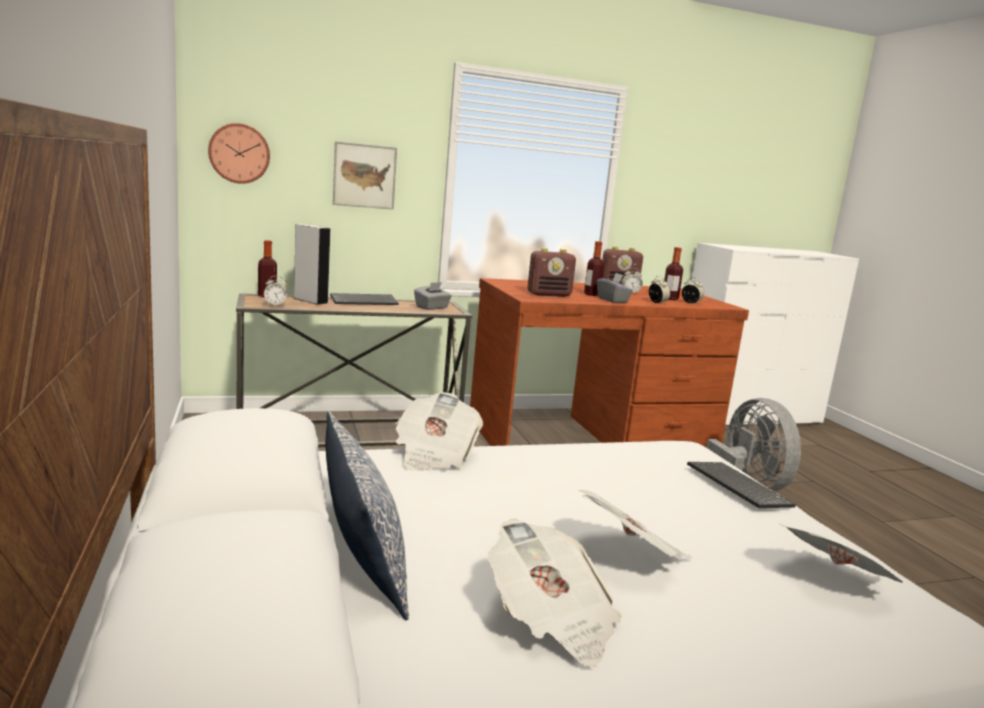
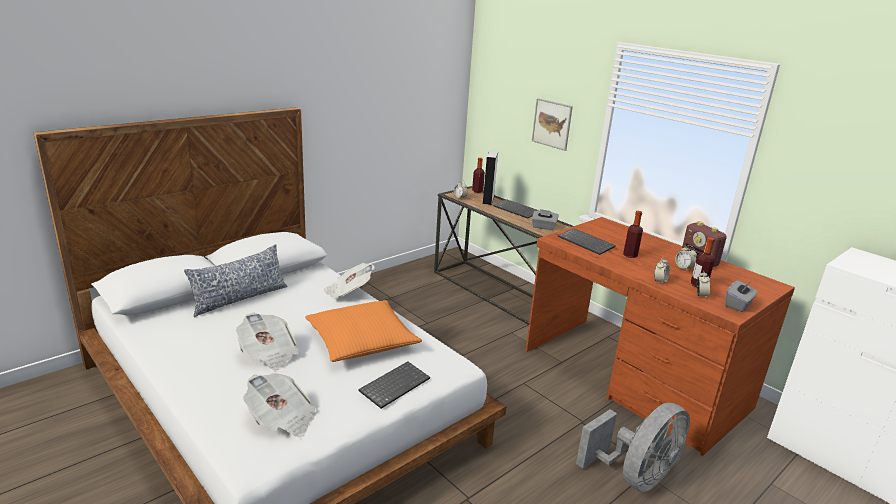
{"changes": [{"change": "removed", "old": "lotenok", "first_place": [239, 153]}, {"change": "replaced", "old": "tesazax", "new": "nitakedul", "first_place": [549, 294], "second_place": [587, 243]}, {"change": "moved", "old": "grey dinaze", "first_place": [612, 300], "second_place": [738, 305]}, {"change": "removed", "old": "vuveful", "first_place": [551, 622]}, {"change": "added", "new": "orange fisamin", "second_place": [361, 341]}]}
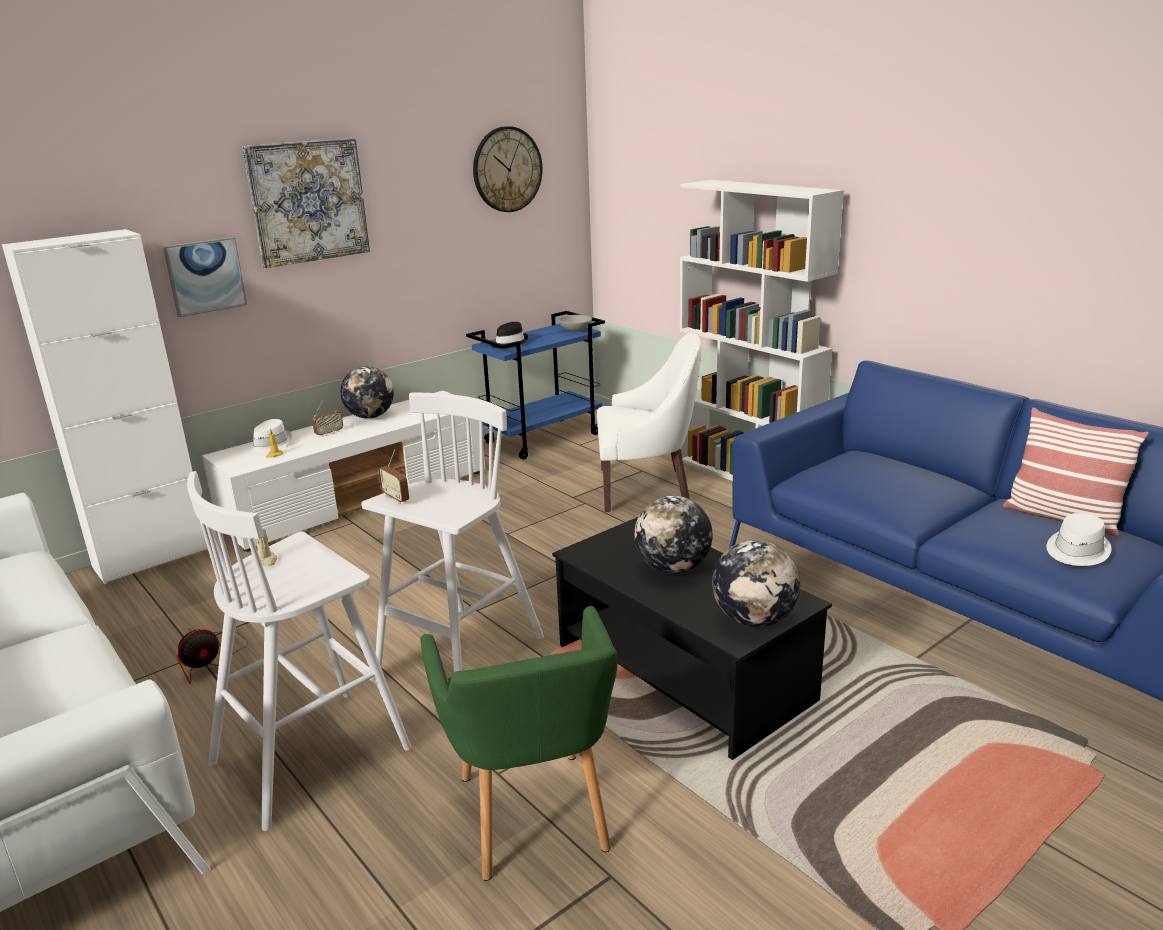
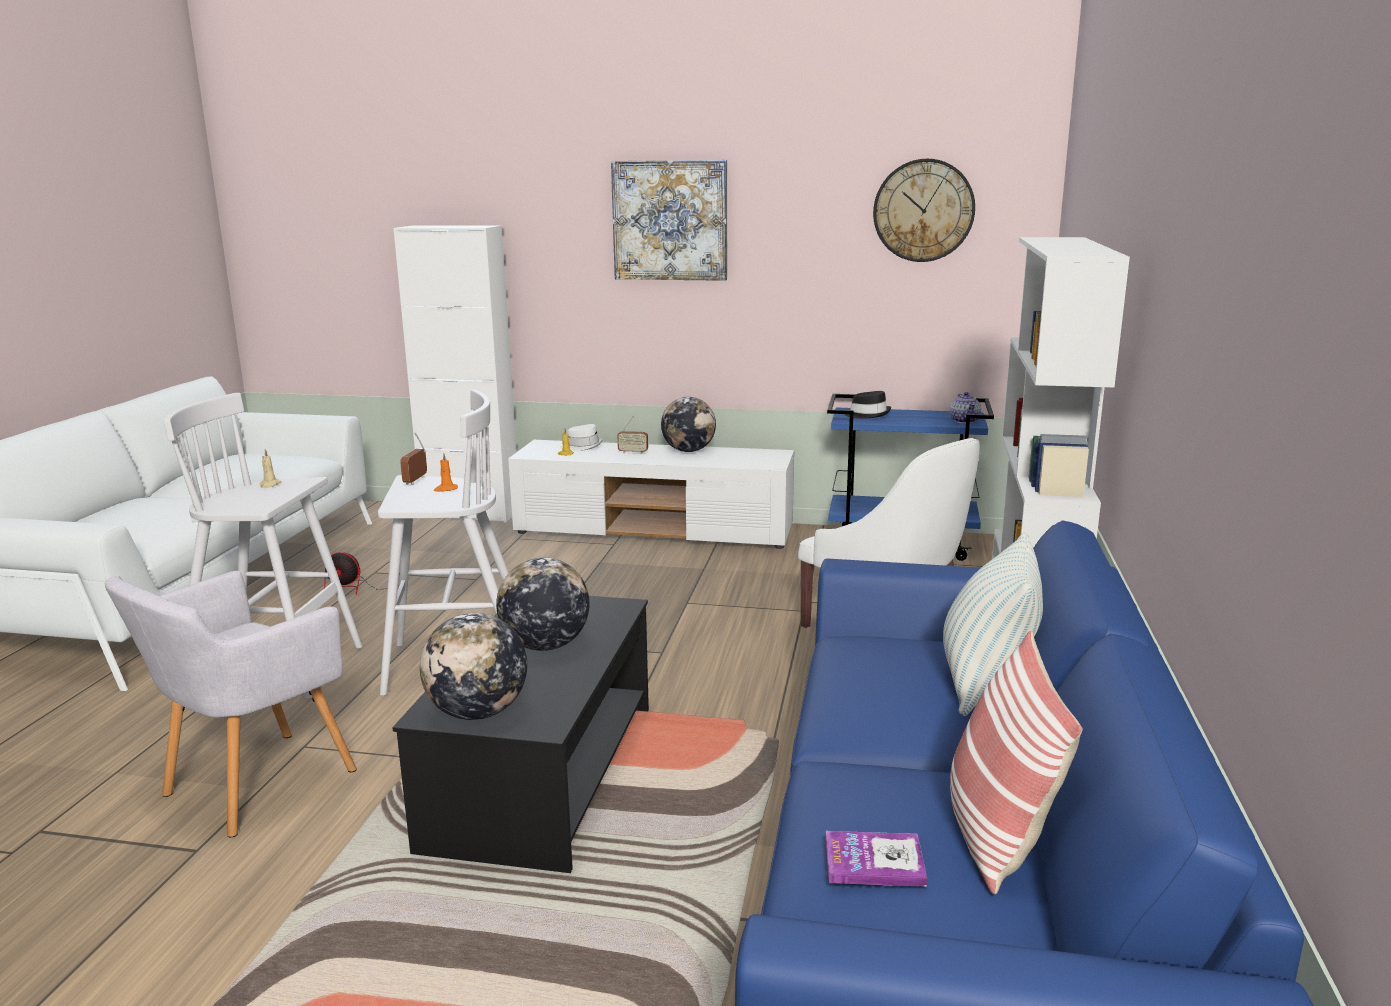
{"changes": [{"change": "removed", "old": "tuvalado", "first_place": [205, 276]}, {"change": "replaced", "old": "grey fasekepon", "new": "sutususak", "first_place": [575, 330], "second_place": [964, 421]}, {"change": "replaced", "old": "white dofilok", "new": "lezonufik", "first_place": [1076, 551], "second_place": [874, 861]}, {"change": "recoloured", "old": "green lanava", "new": "grey lanava", "first_place": [533, 819], "second_place": [251, 785]}, {"change": "added", "new": "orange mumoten", "second_place": [445, 489]}, {"change": "added", "new": "fisamin", "second_place": [986, 683]}]}
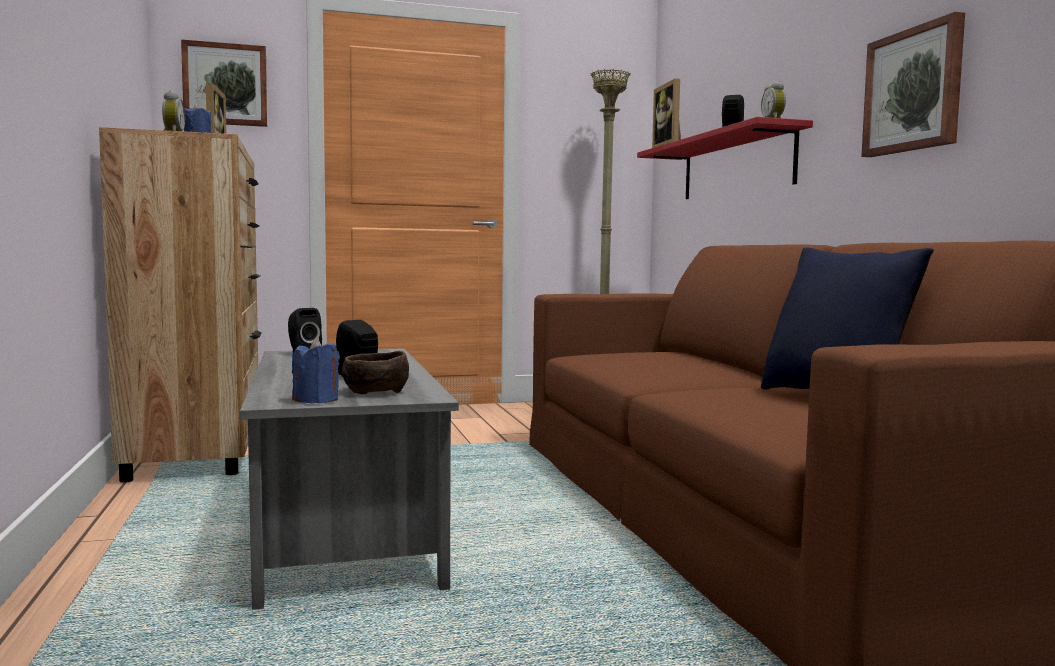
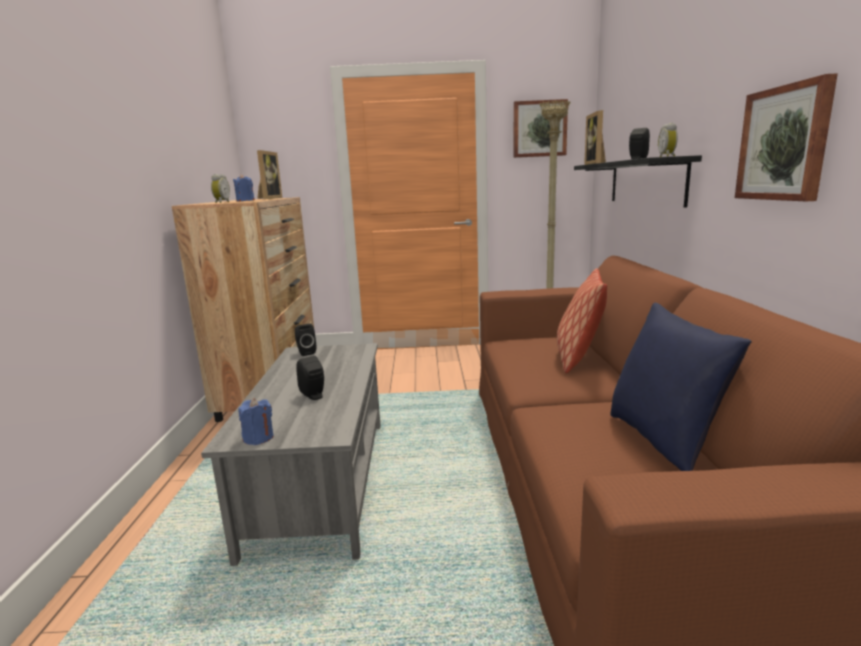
{"changes": [{"change": "moved", "old": "tuvalado", "first_place": [225, 84], "second_place": [539, 129]}, {"change": "recoloured", "old": "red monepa", "new": "black monepa", "first_place": [736, 166], "second_place": [645, 182]}, {"change": "removed", "old": "brown fasekepon", "first_place": [374, 392]}, {"change": "added", "new": "fisamin", "second_place": [578, 358]}]}
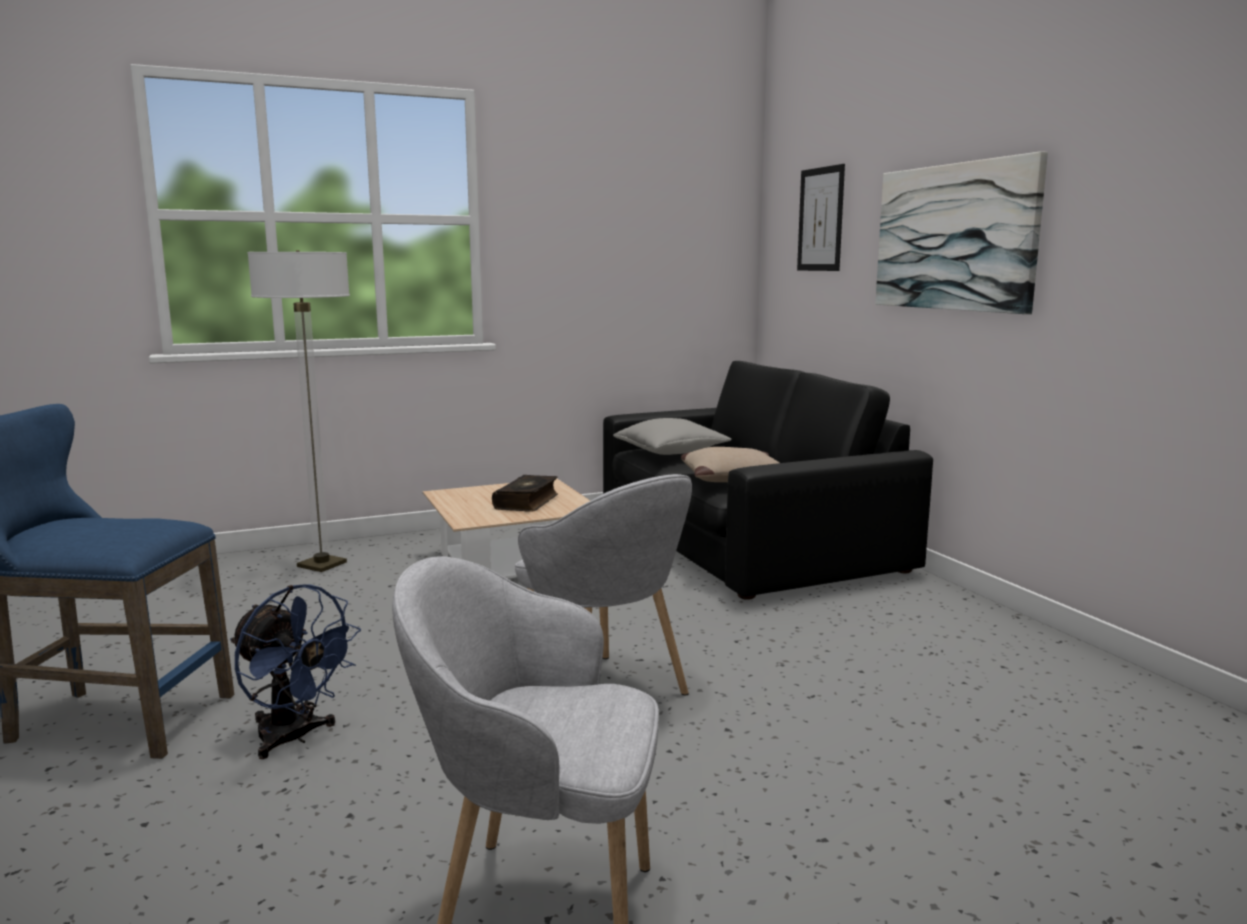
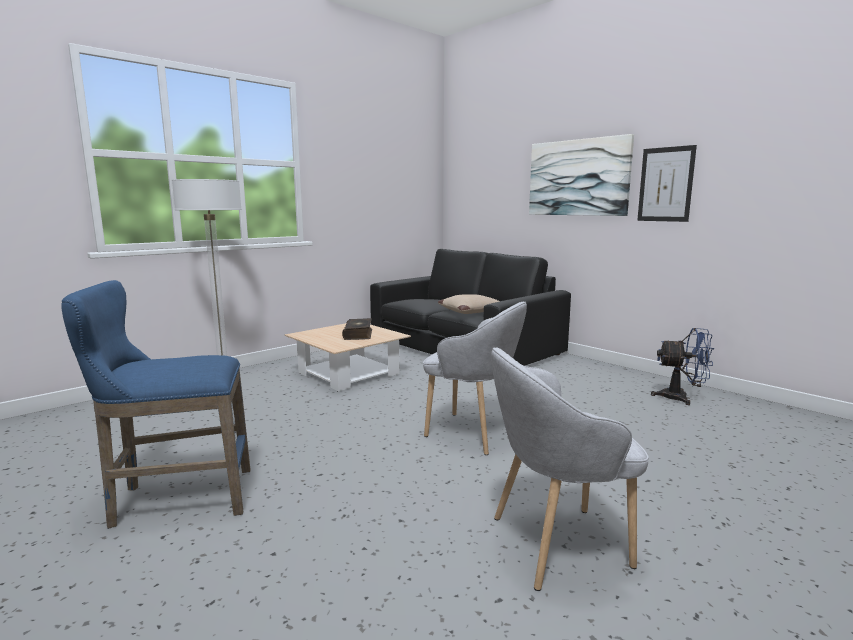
{"changes": [{"change": "moved", "old": "tuvalado", "first_place": [820, 219], "second_place": [665, 184]}, {"change": "removed", "old": "grey fisamin", "first_place": [671, 452]}, {"change": "moved", "old": "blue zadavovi", "first_place": [294, 738], "second_place": [681, 398]}]}
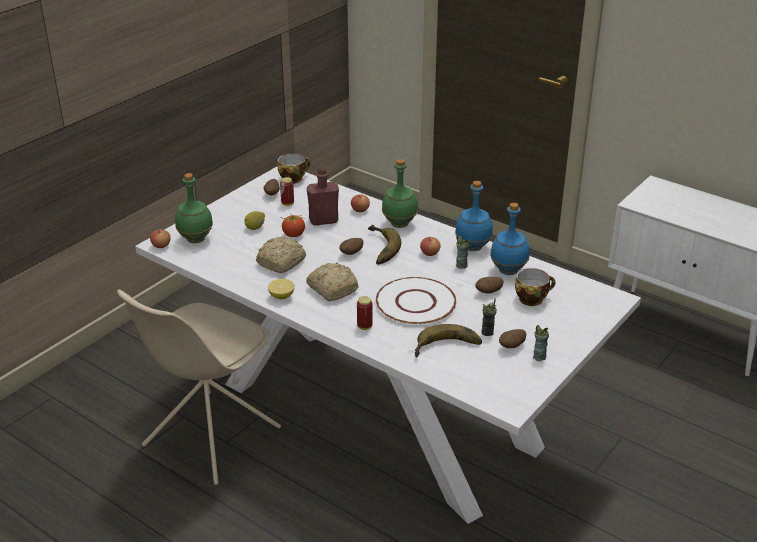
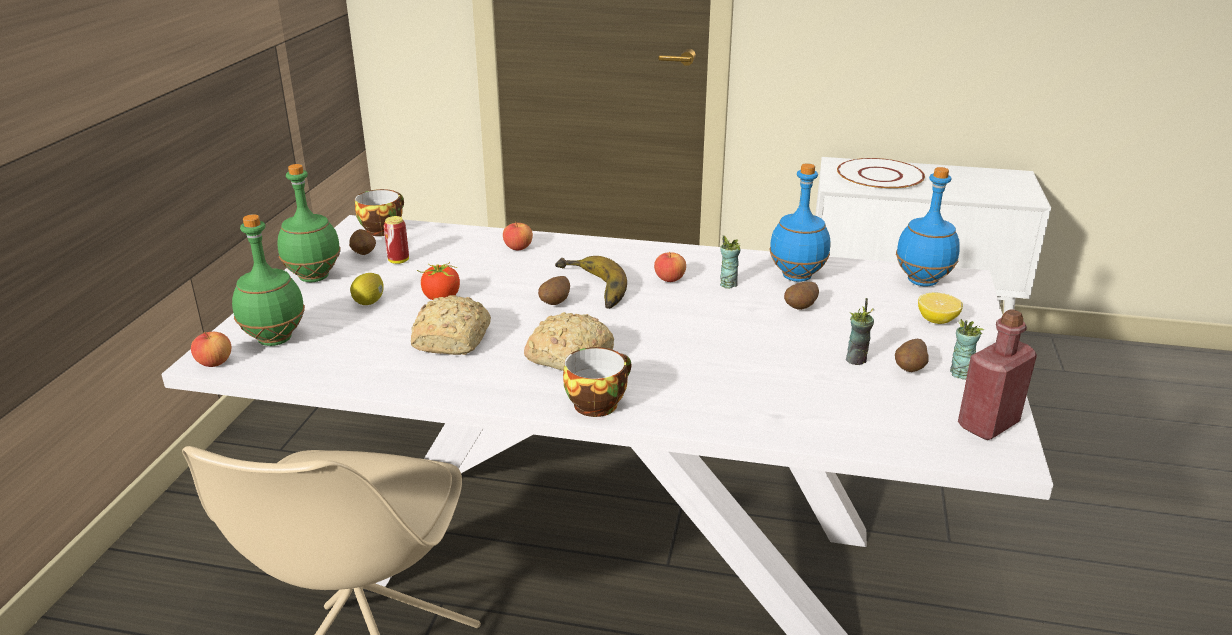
{"changes": [{"change": "moved", "old": "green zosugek", "first_place": [400, 224], "second_place": [315, 277]}, {"change": "moved", "old": "red zosugek", "first_place": [323, 220], "second_place": [988, 424]}, {"change": "moved", "old": "blue zosugek", "first_place": [472, 247], "second_place": [922, 282]}, {"change": "moved", "old": "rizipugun", "first_place": [532, 298], "second_place": [597, 402]}, {"change": "moved", "old": "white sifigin", "first_place": [415, 303], "second_place": [879, 176]}, {"change": "moved", "old": "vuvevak", "first_place": [281, 296], "second_place": [937, 320]}, {"change": "removed", "old": "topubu", "first_place": [364, 326]}, {"change": "removed", "old": "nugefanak", "first_place": [448, 349]}]}
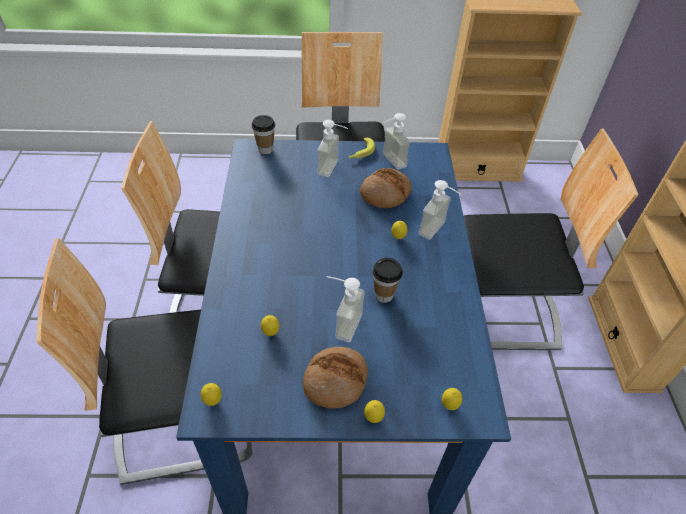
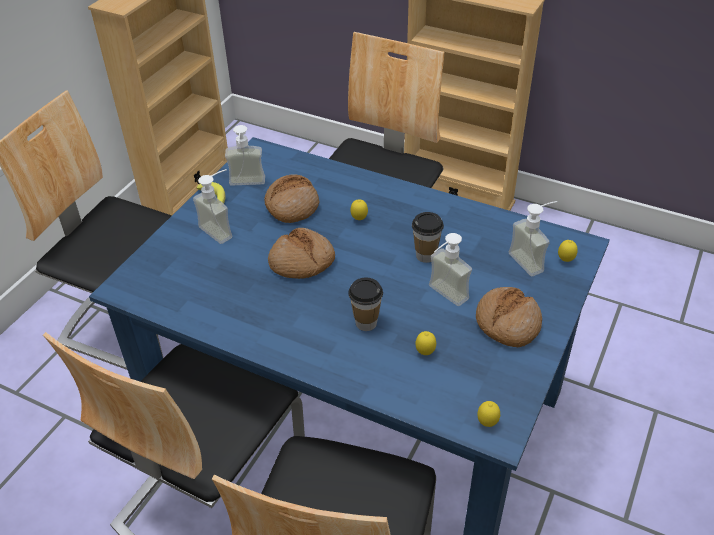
{"changes": [{"change": "moved", "old": "rizipugun", "first_place": [265, 149], "second_place": [366, 323]}, {"change": "moved", "old": "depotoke", "first_place": [438, 231], "second_place": [532, 260]}, {"change": "removed", "old": "vuvevak", "first_place": [373, 418]}, {"change": "added", "new": "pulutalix", "second_place": [302, 262]}]}
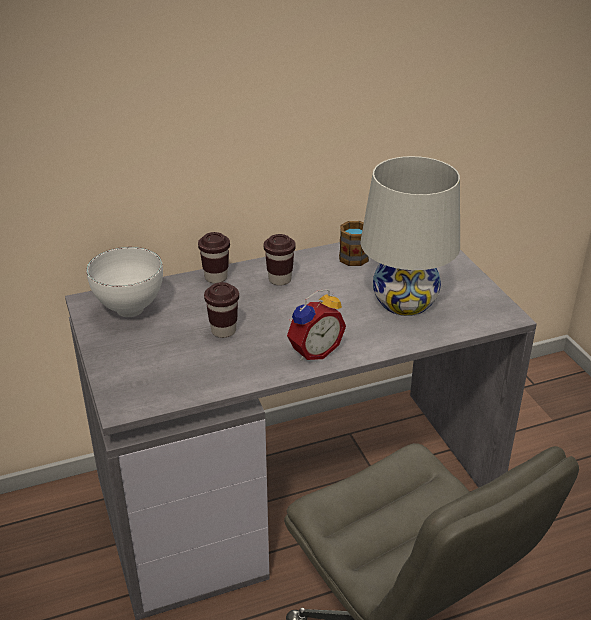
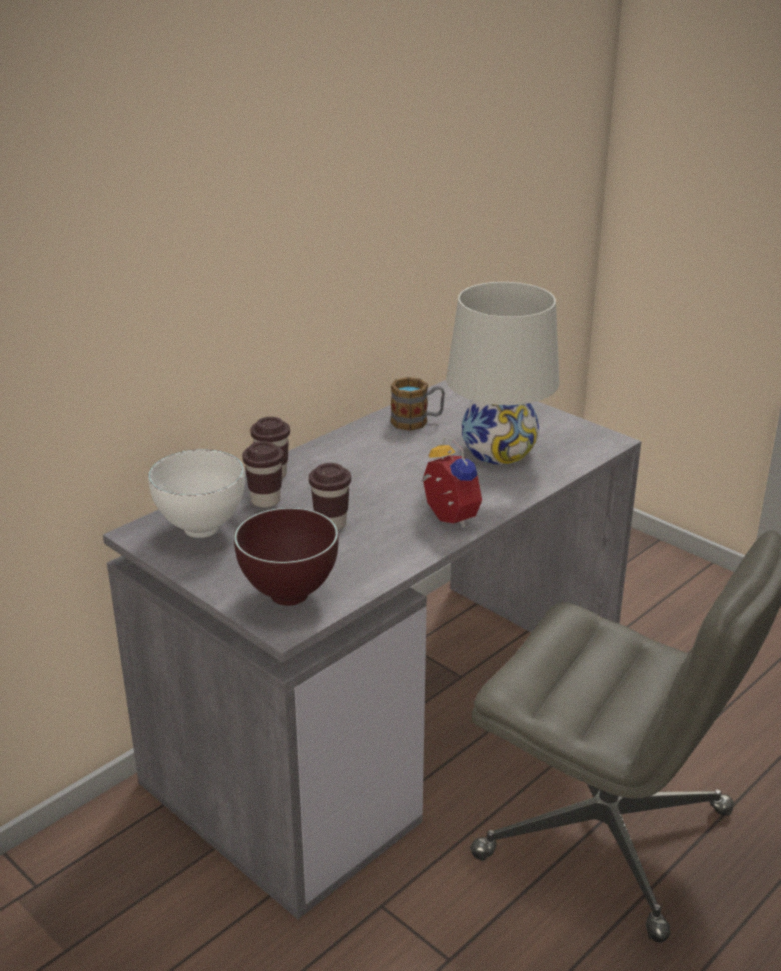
{"changes": [{"change": "moved", "old": "brown rizipugun", "first_place": [280, 280], "second_place": [265, 500]}, {"change": "turned", "old": "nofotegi", "first_place": [313, 351], "second_place": [446, 519], "degrees": -60}, {"change": "added", "new": "brown fasekepon", "second_place": [288, 598]}]}
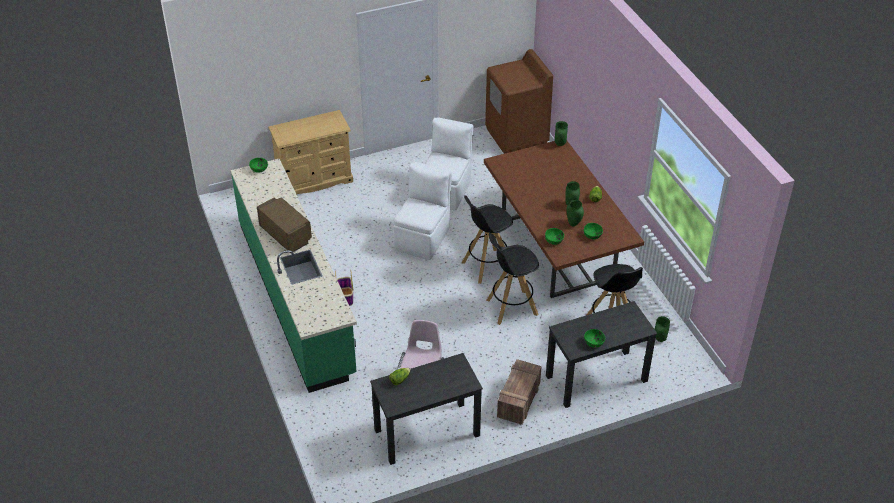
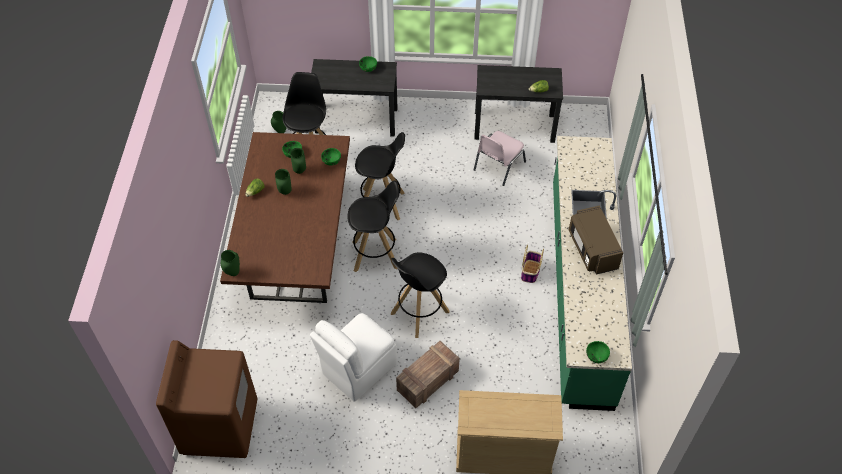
{"changes": [{"change": "replaced", "old": "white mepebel", "new": "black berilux", "first_place": [423, 238], "second_place": [419, 313]}, {"change": "moved", "old": "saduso", "first_place": [518, 399], "second_place": [427, 381]}]}
